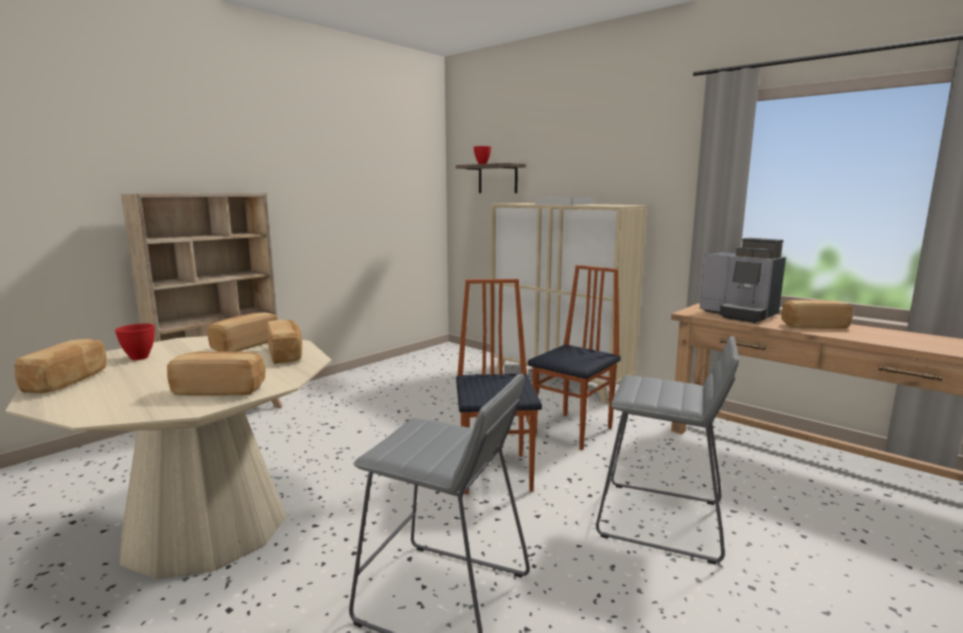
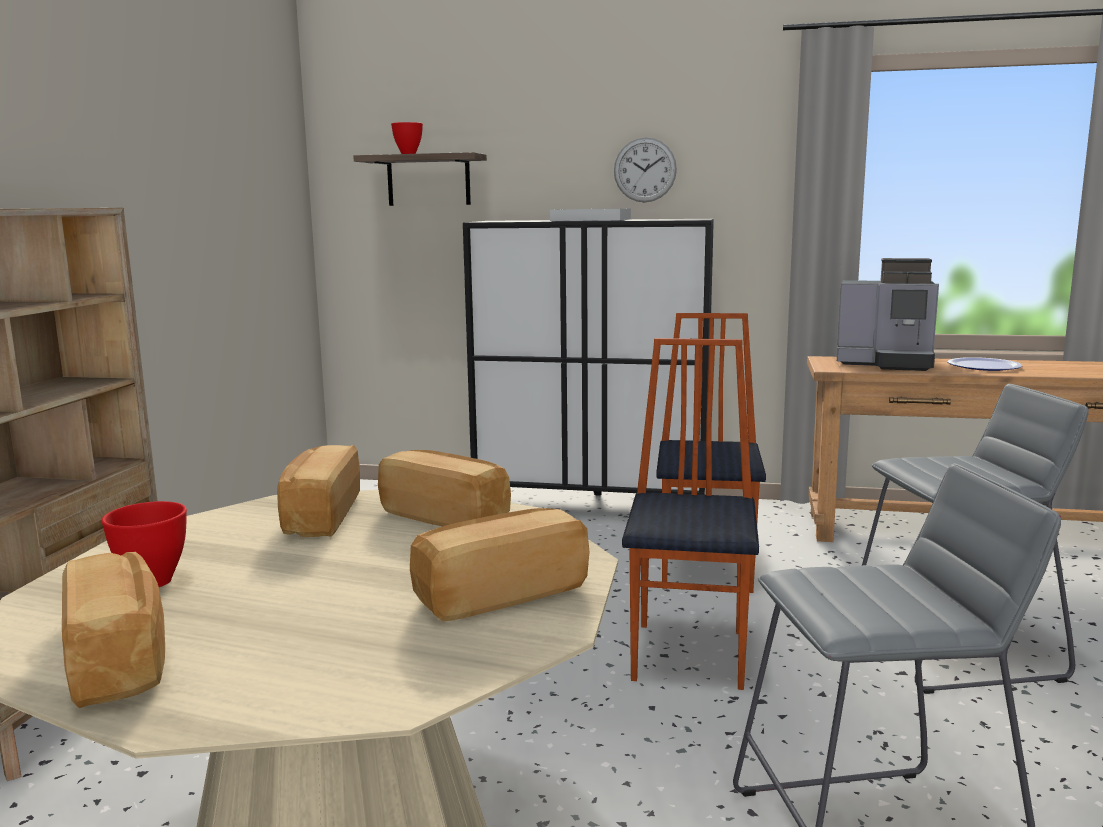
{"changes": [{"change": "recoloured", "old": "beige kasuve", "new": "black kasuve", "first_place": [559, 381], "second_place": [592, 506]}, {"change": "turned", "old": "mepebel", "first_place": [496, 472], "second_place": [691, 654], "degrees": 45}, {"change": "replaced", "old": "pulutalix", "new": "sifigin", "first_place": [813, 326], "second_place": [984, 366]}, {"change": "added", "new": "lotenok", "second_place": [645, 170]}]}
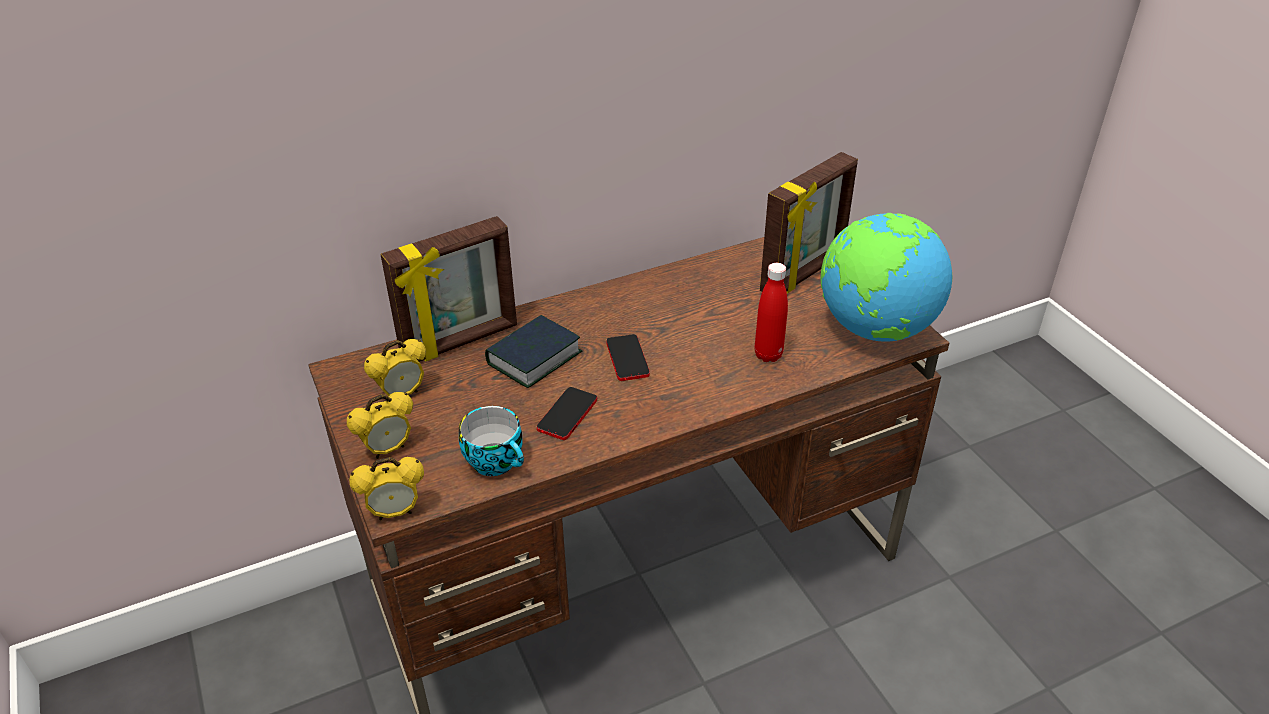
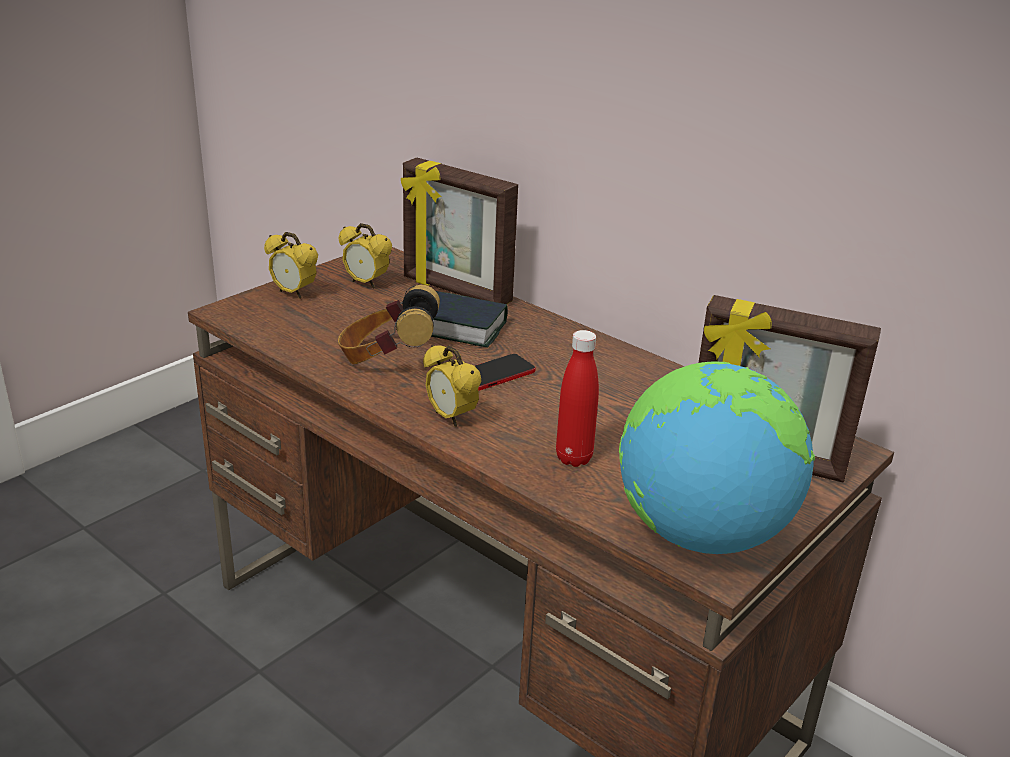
{"changes": [{"change": "replaced", "old": "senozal", "new": "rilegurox", "first_place": [567, 414], "second_place": [387, 359]}, {"change": "removed", "old": "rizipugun", "first_place": [497, 461]}, {"change": "moved", "old": "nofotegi", "first_place": [395, 512], "second_place": [451, 417]}]}
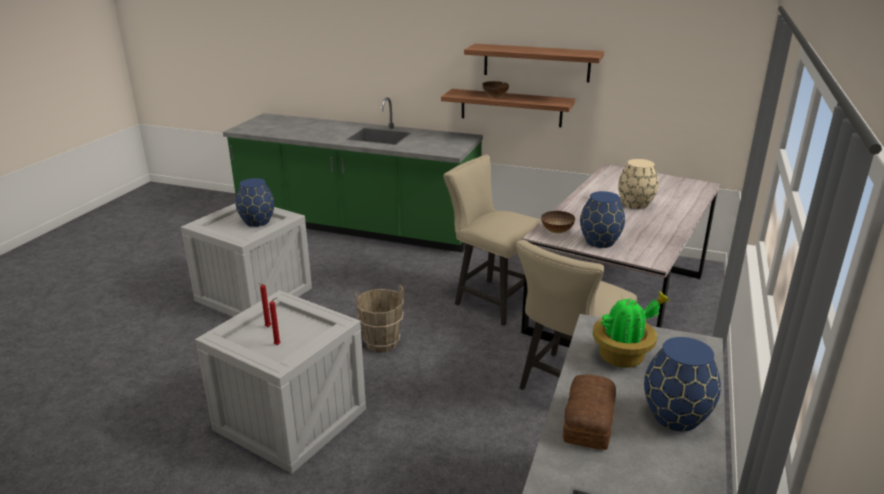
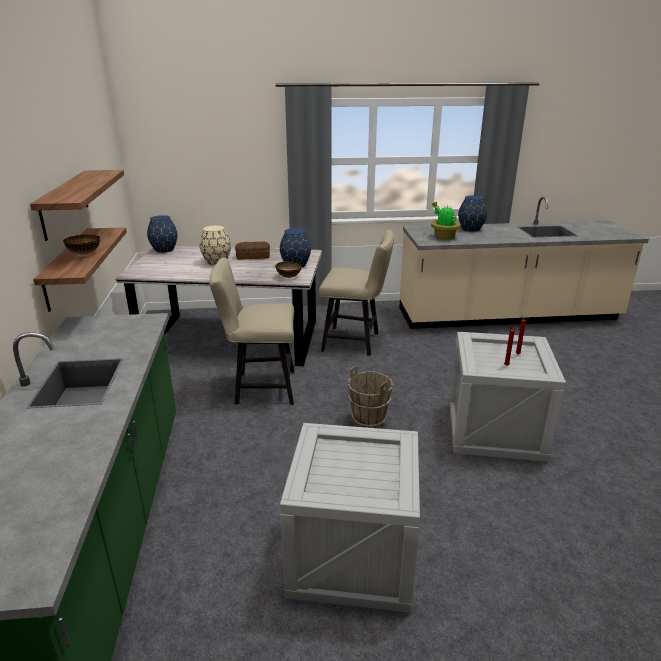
{"changes": [{"change": "turned", "old": "beige mepebel", "first_place": [491, 299], "second_place": [260, 388], "degrees": 75}, {"change": "moved", "old": "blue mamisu", "first_place": [257, 221], "second_place": [164, 250]}, {"change": "moved", "old": "pulutalix", "first_place": [587, 422], "second_place": [253, 256]}]}
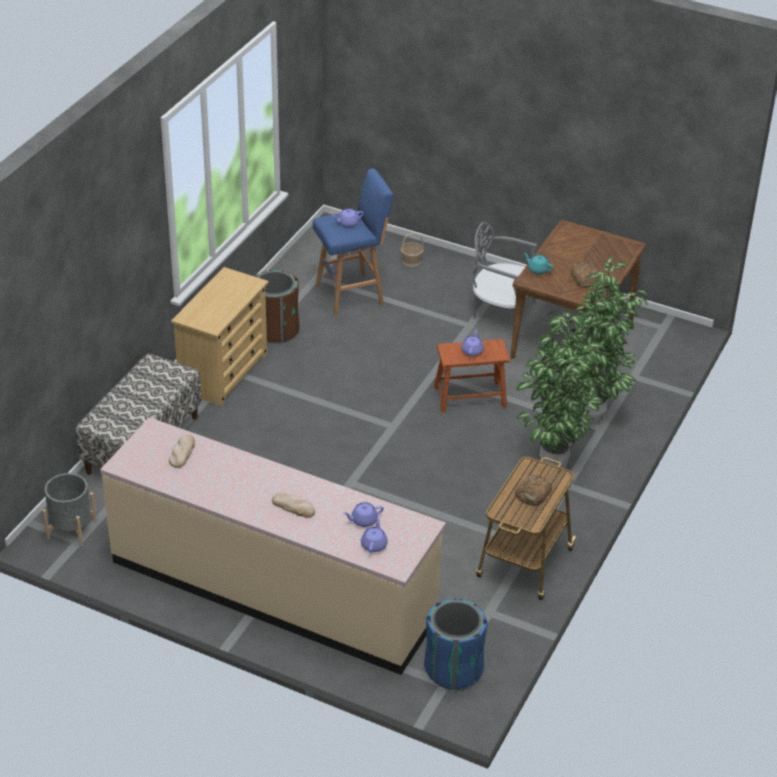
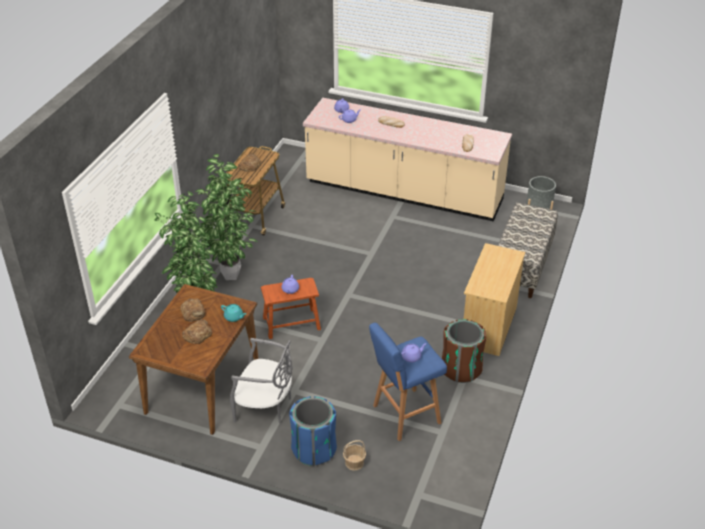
{"changes": [{"change": "moved", "old": "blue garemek", "first_place": [453, 669], "second_place": [314, 449]}, {"change": "added", "new": "pulutalix", "second_place": [197, 334]}]}
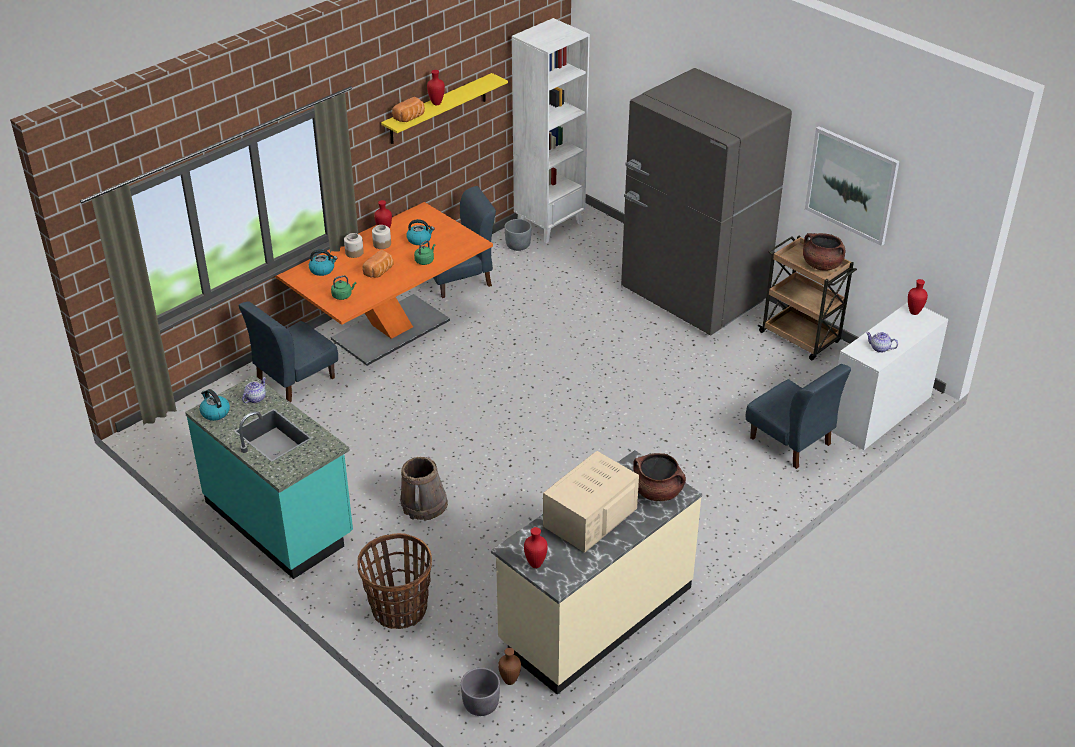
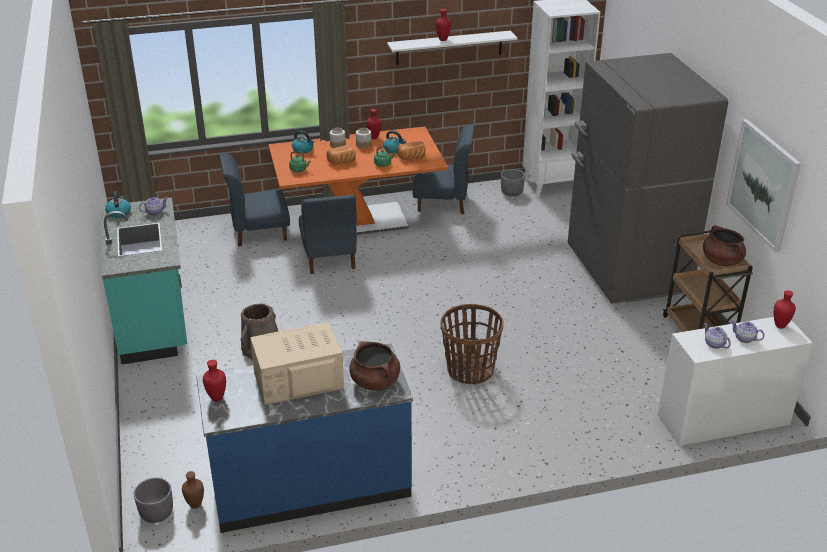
{"changes": [{"change": "recoloured", "old": "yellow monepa", "new": "white monepa", "first_place": [438, 109], "second_place": [449, 47]}, {"change": "moved", "old": "pulutalix", "first_place": [410, 118], "second_place": [412, 158]}, {"change": "moved", "old": "blue mepebel", "first_place": [790, 441], "second_place": [329, 258]}, {"change": "recoloured", "old": "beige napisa", "new": "blue napisa", "first_place": [595, 615], "second_place": [310, 484]}, {"change": "moved", "old": "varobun", "first_place": [399, 609], "second_place": [470, 370]}, {"change": "added", "new": "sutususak", "second_place": [744, 339]}]}
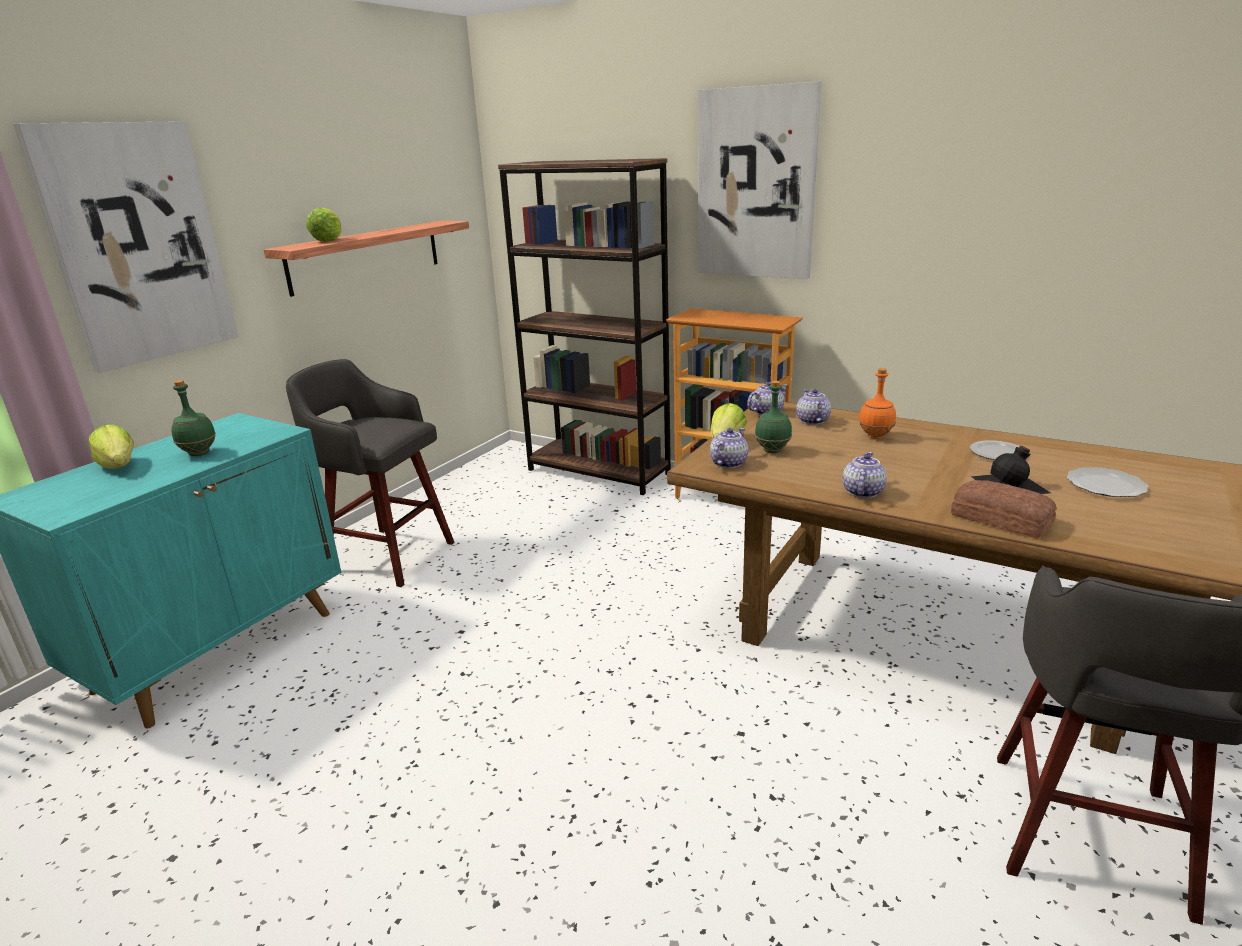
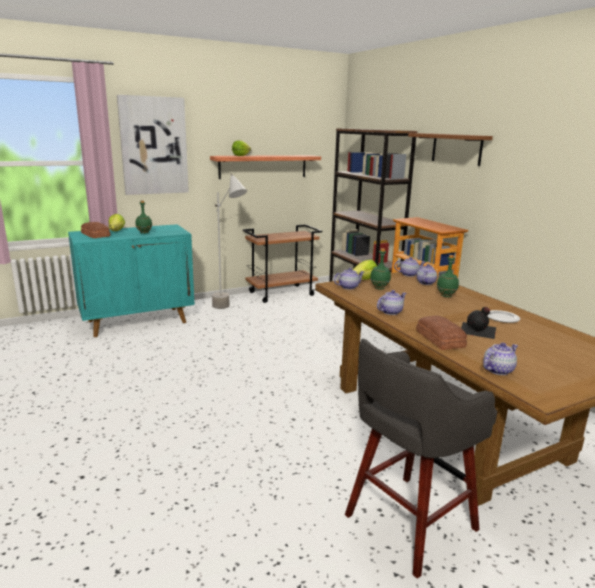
{"changes": [{"change": "replaced", "old": "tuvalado", "new": "brown monepa", "first_place": [756, 184], "second_place": [456, 149]}, {"change": "replaced", "old": "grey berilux", "new": "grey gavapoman", "first_place": [387, 555], "second_place": [229, 309]}, {"change": "recoloured", "old": "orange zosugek", "new": "green zosugek", "first_place": [875, 436], "second_place": [445, 296]}, {"change": "removed", "old": "sifigin", "first_place": [1106, 486]}, {"change": "added", "new": "pulutalix", "second_place": [95, 235]}, {"change": "added", "new": "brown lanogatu", "second_place": [282, 293]}, {"change": "added", "new": "sutususak", "second_place": [498, 370]}]}
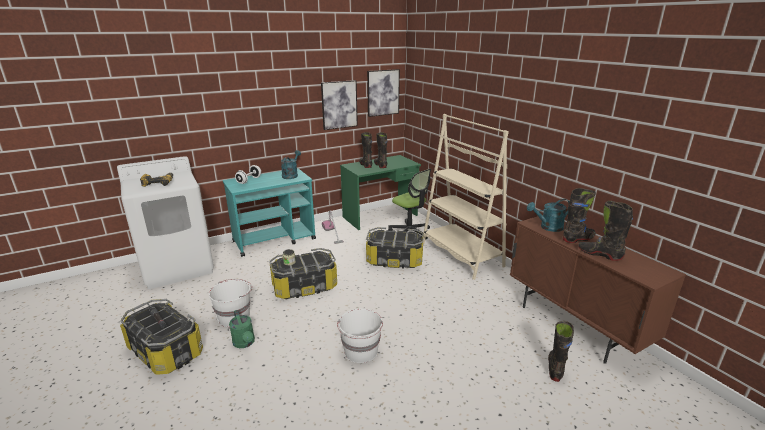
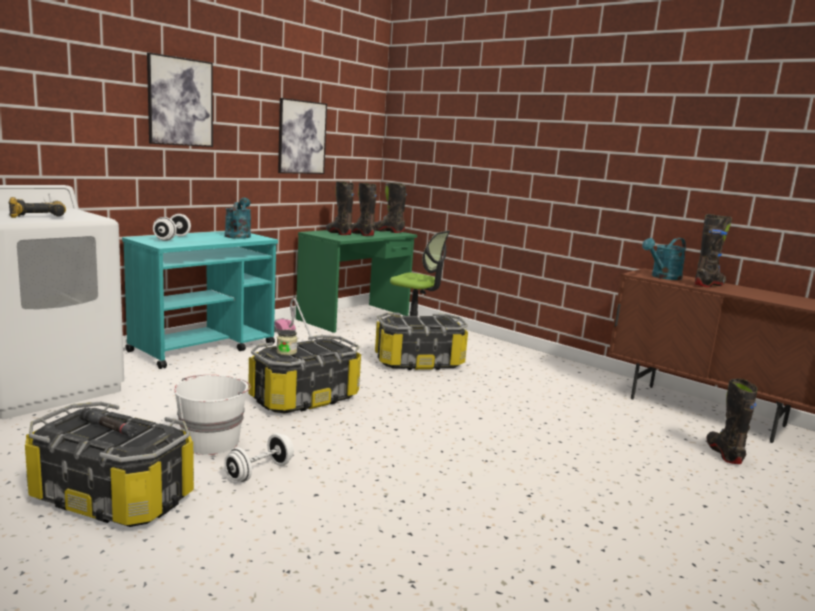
{"changes": [{"change": "moved", "old": "tuvalado", "first_place": [383, 92], "second_place": [180, 102]}, {"change": "removed", "old": "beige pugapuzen", "first_place": [461, 255]}, {"change": "moved", "old": "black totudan", "first_place": [599, 254], "second_place": [387, 231]}, {"change": "removed", "old": "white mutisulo", "first_place": [361, 351]}, {"change": "replaced", "old": "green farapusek", "new": "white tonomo", "first_place": [245, 343], "second_place": [259, 472]}]}
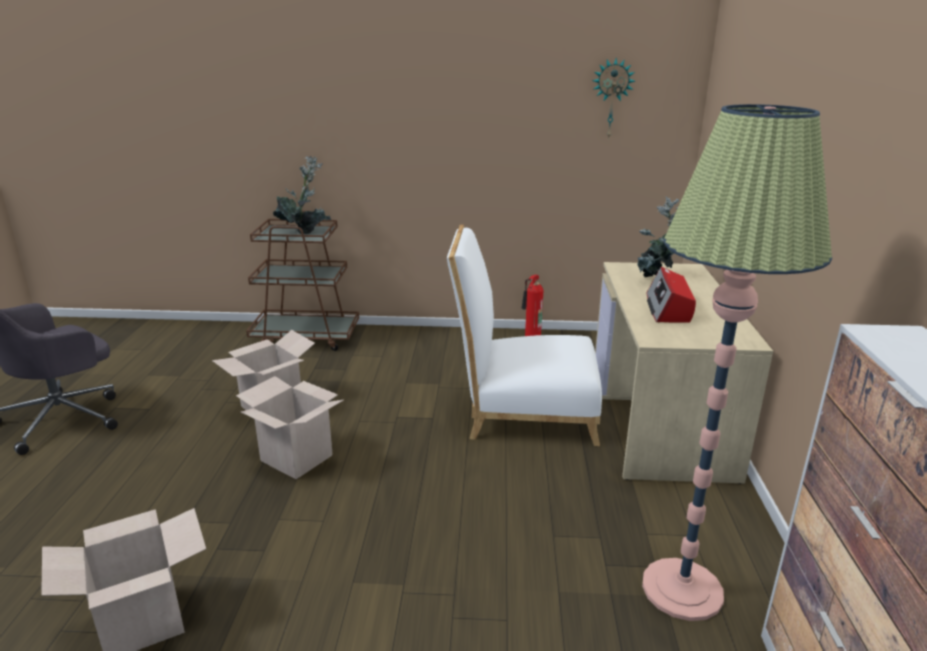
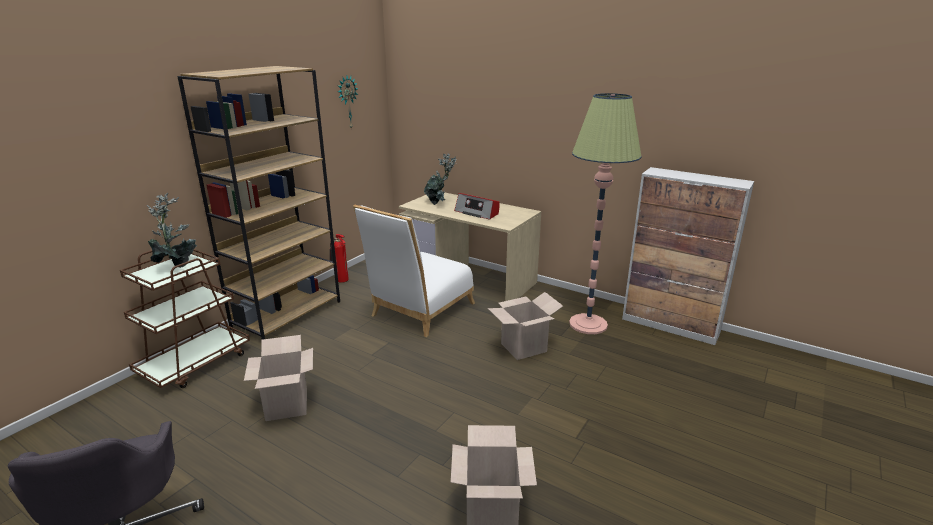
{"changes": [{"change": "moved", "old": "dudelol", "first_place": [296, 458], "second_place": [523, 347]}, {"change": "added", "new": "brown pugapuzen", "second_place": [287, 314]}]}
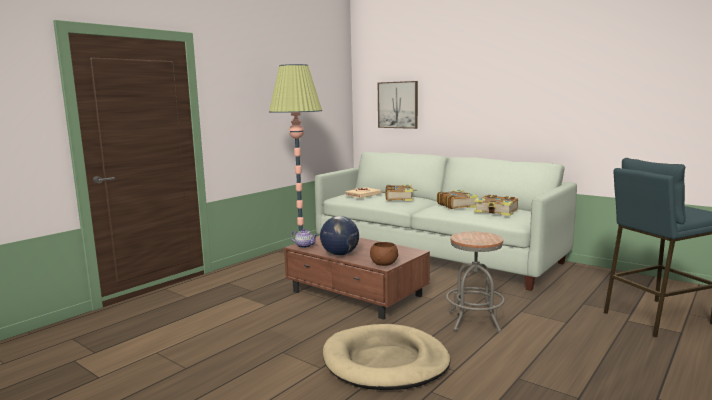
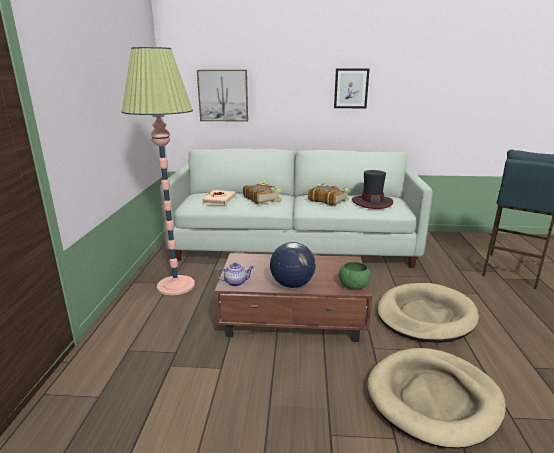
{"changes": [{"change": "replaced", "old": "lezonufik", "new": "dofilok", "first_place": [496, 211], "second_place": [372, 202]}, {"change": "replaced", "old": "grey berilux", "new": "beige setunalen", "first_place": [474, 321], "second_place": [425, 316]}, {"change": "recoloured", "old": "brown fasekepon", "new": "green fasekepon", "first_place": [384, 264], "second_place": [354, 286]}, {"change": "added", "new": "tuvalado", "second_place": [351, 88]}]}
